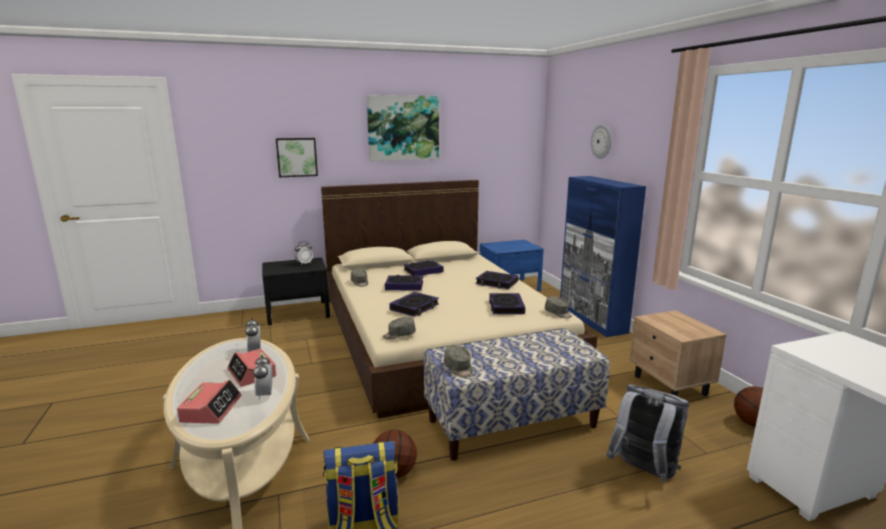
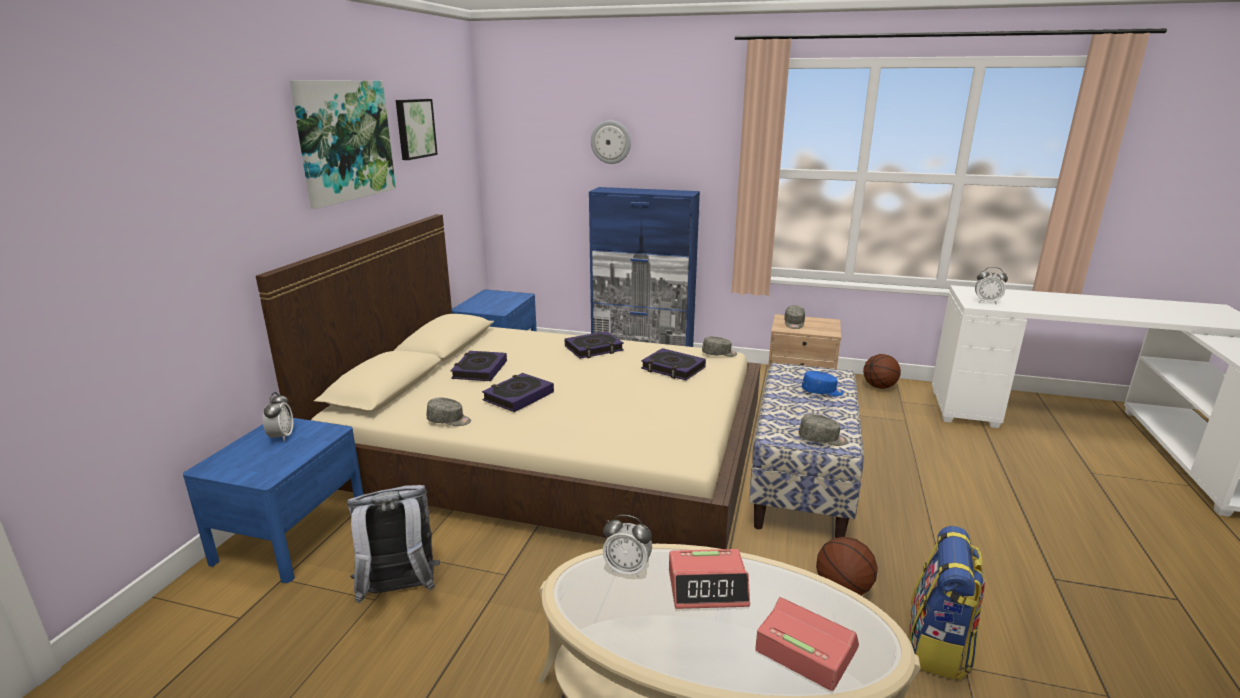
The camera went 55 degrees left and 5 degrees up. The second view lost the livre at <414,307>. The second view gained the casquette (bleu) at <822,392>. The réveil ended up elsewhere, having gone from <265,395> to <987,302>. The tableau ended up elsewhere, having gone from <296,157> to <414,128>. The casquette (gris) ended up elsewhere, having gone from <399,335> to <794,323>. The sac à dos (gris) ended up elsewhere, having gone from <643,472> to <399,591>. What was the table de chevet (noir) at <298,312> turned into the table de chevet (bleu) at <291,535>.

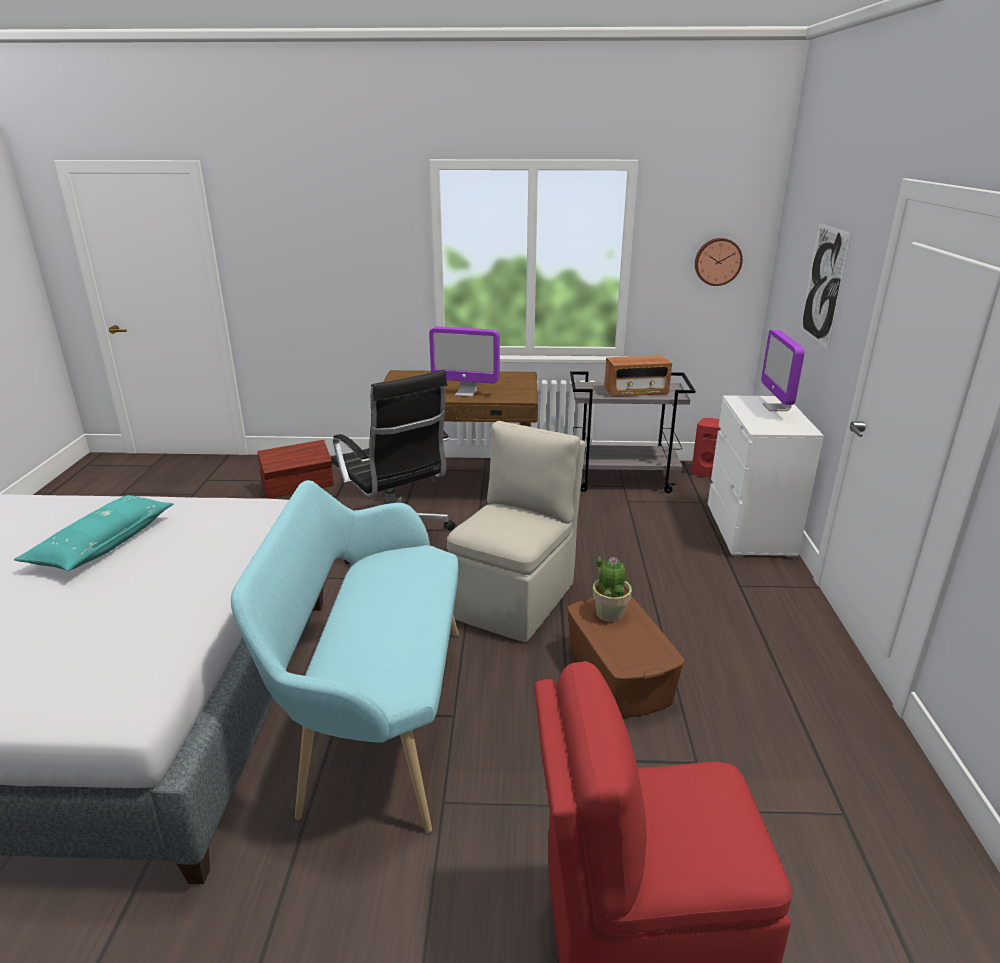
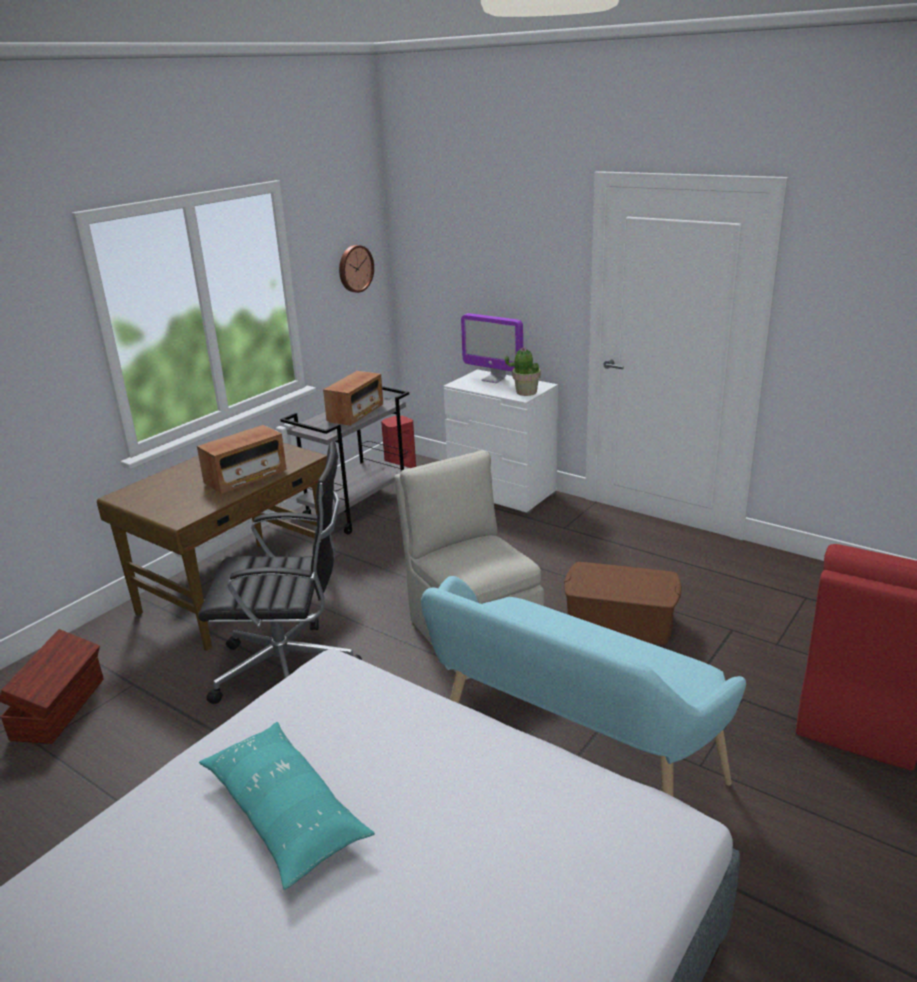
The camera went 55 degrees left and 0 degrees up. The second view lost the tableau at <823,284>. The plante en pot ended up elsewhere, having gone from <610,613> to <526,392>. Where the écran d'ordinateur stood at <466,393>, the radio came to stand at <246,477>.

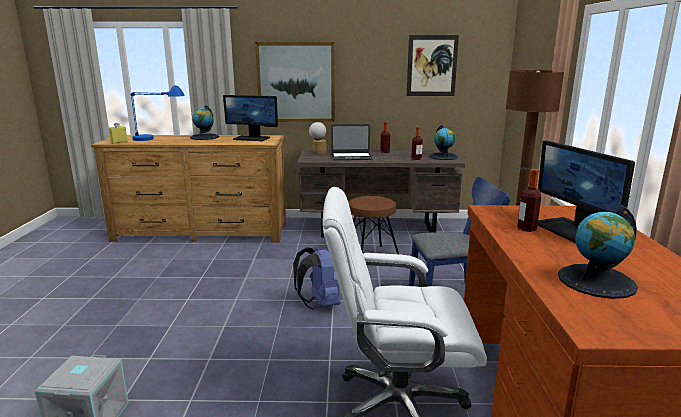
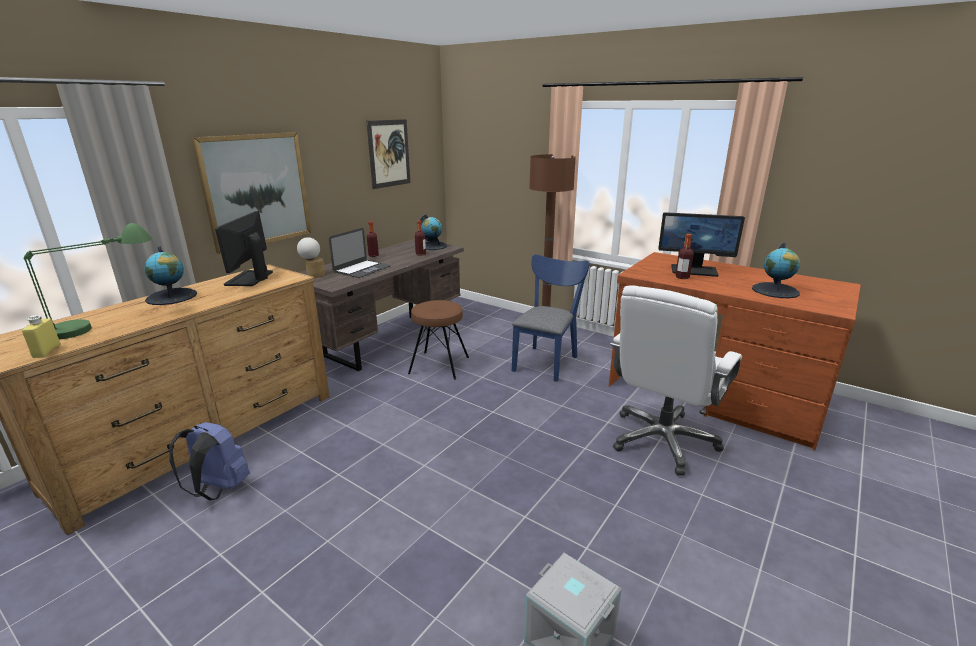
The camera went 55 degrees left and 5 degrees up. The sac à dos (bleu) ended up elsewhere, having gone from <319,304> to <217,489>. What was the lampe de table (bleu) at <159,139> turned into the lampe de table (vert) at <108,323>. The écran d'ordinateur at <252,138> ended up facing another way, 135 degrees clockwise from before.

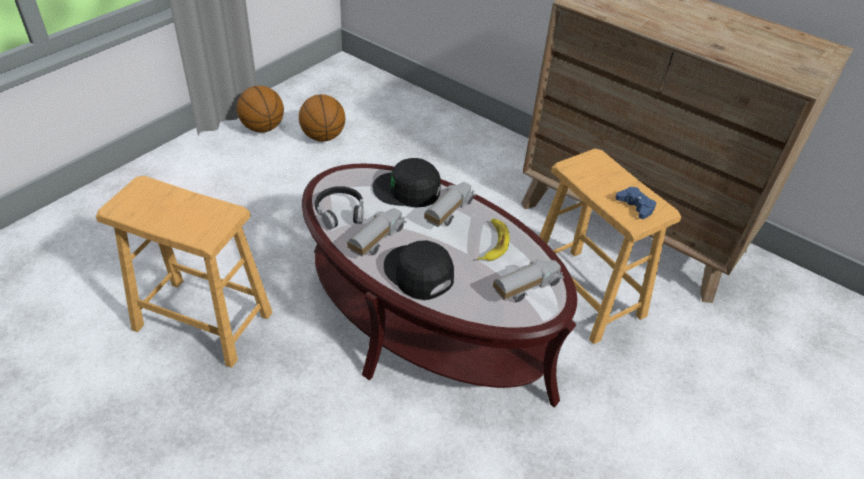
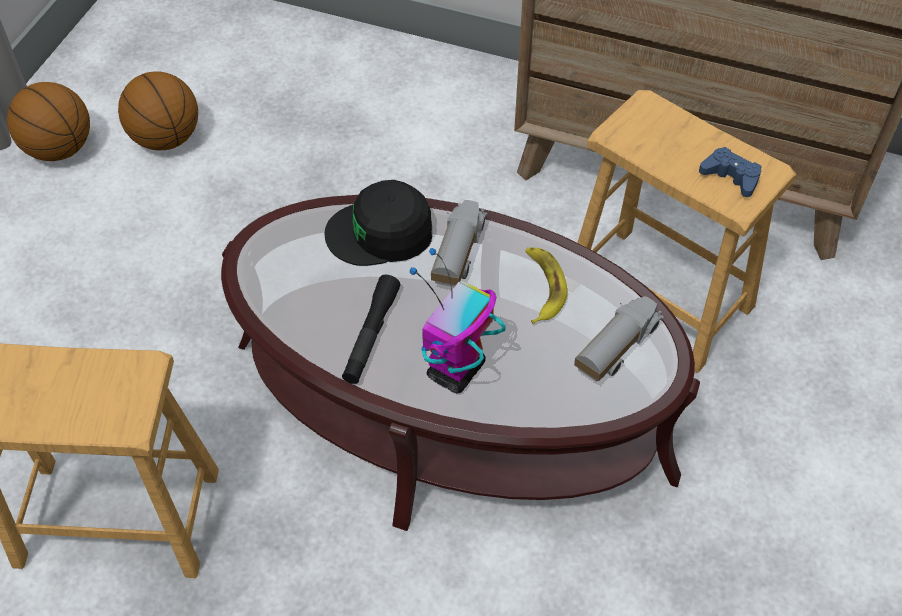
The camera went 15 degrees left and 10 degrees up. The second view lost the casque audio (noir) at <340,212>. Where the camion jouet stood at <376,240>, the lampe de poche (noir) came to stand at <371,335>. Where the casquette (noir) stood at <418,273>, the robot jouet came to stand at <455,372>.

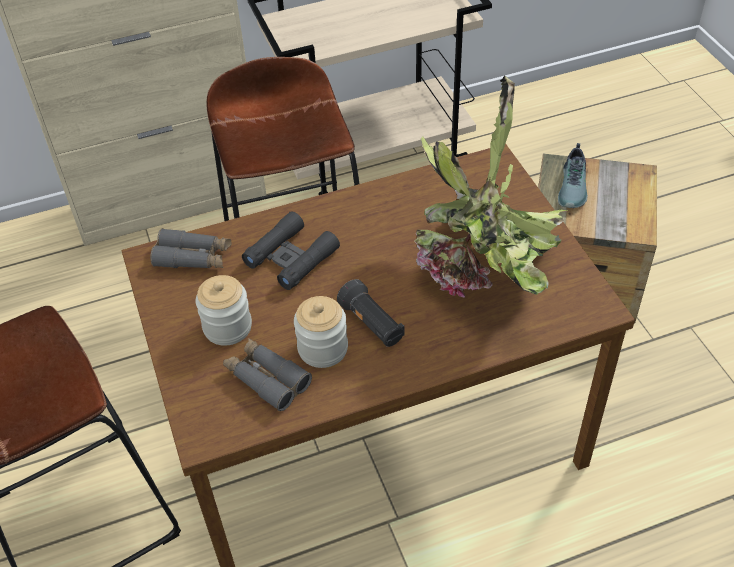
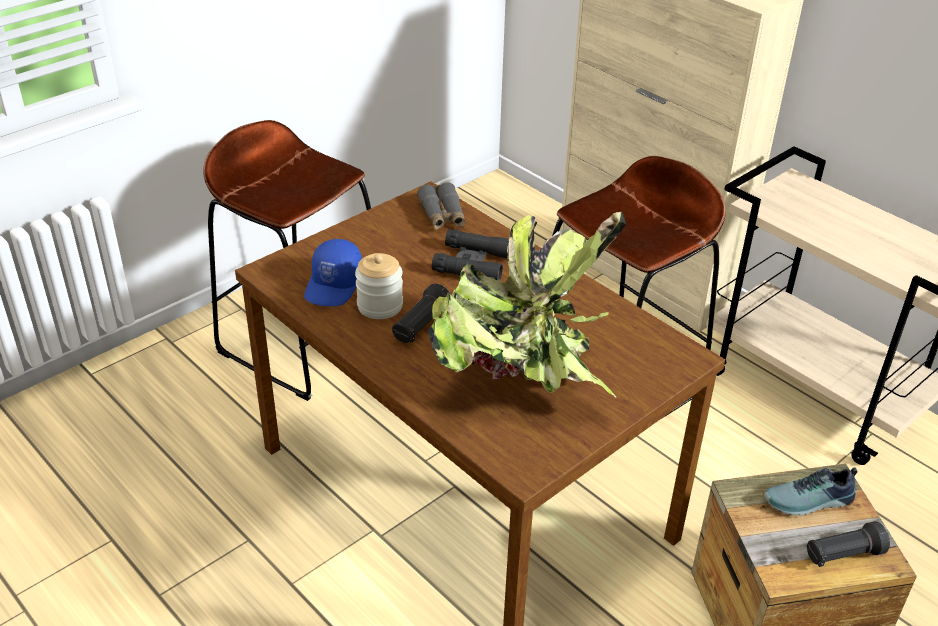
The camera went 65 degrees right and 10 degrees down. The second view lost the bocal at <227,327>. The second view gained the lampe de poche (noir) at <842,555>. Where the jumelles (gris) stood at <267,379>, the casquette (bleu) came to stand at <334,285>.

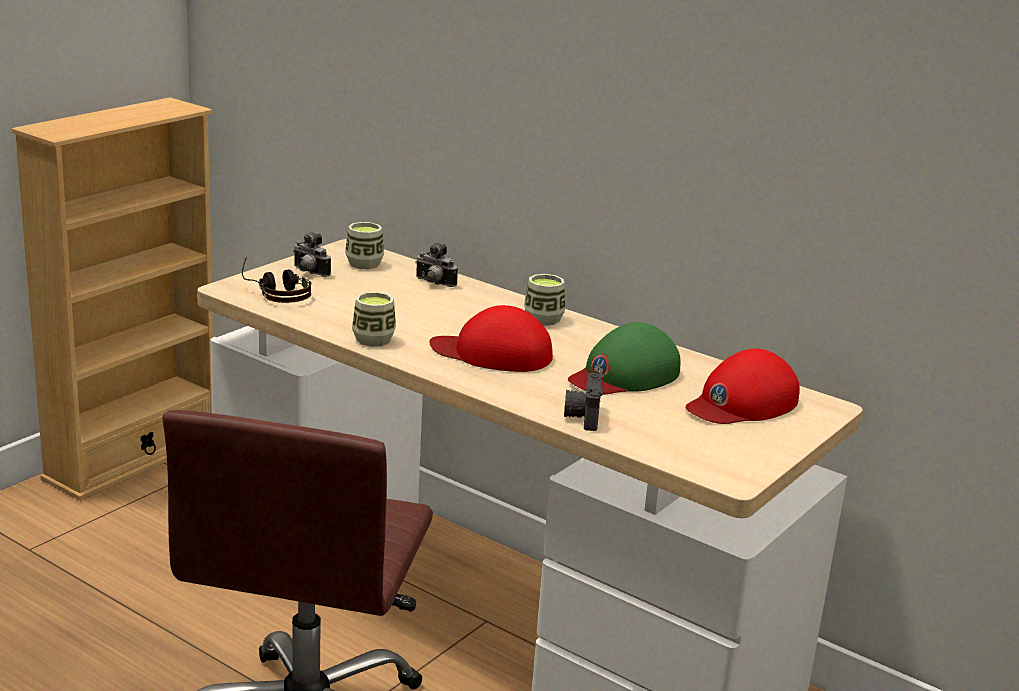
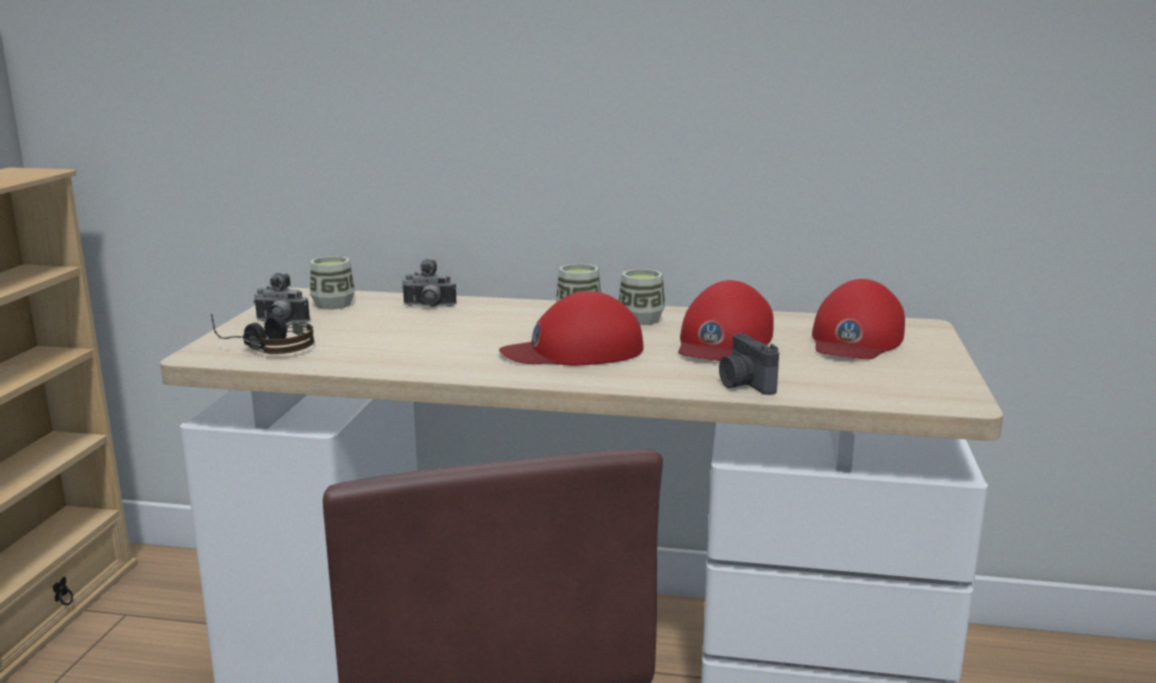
The camera went 25 degrees left and 5 degrees down. The tasse ended up elsewhere, having gone from <373,339> to <641,319>. What was the casquette (vert) at <624,375> turned into the casquette (rouge) at <723,341>.

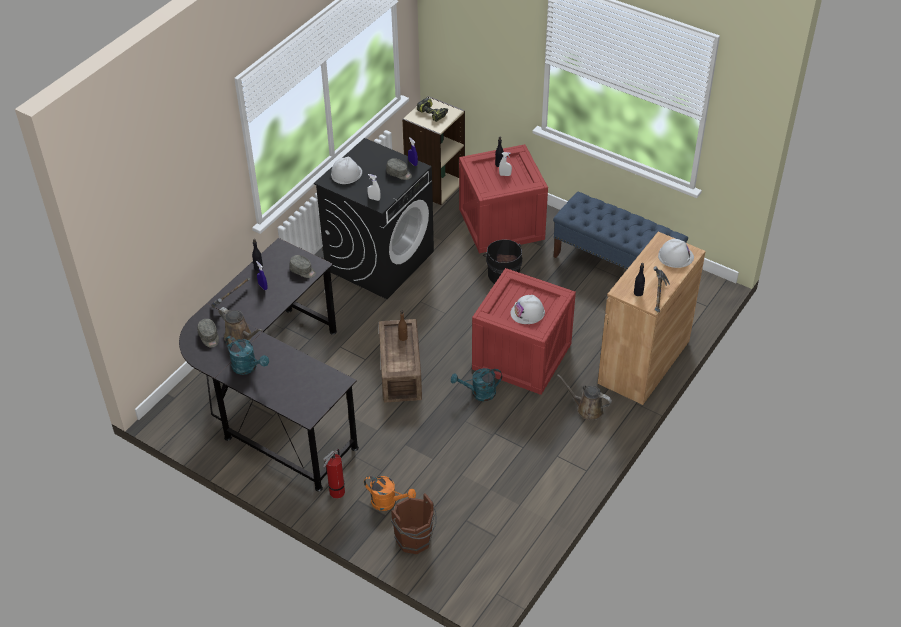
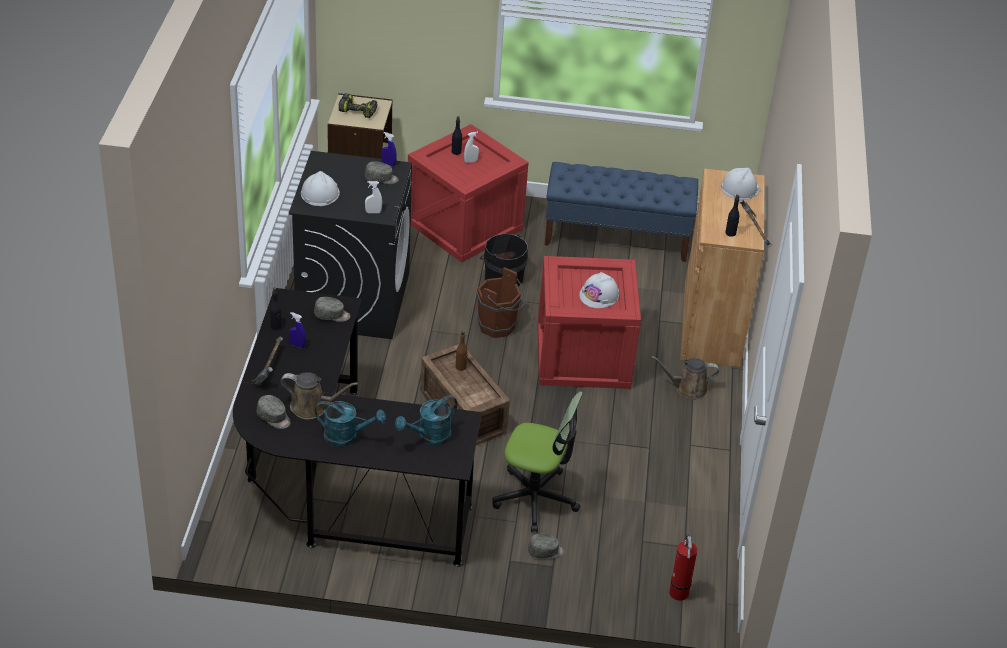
The camera went 30 degrees left and 5 degrees down. The second view gained the chaise de bureau at <535,498>. The extincteur ended up elsewhere, having gone from <336,493> to <678,595>. The seau (marron) ended up elsewhere, having gone from <415,542> to <499,327>. The arrosoir (turquoise) ended up elsewhere, having gone from <479,393> to <429,437>. Where the arrosoir (orange) stood at <388,502>, the casquette (gris) came to stand at <546,551>.

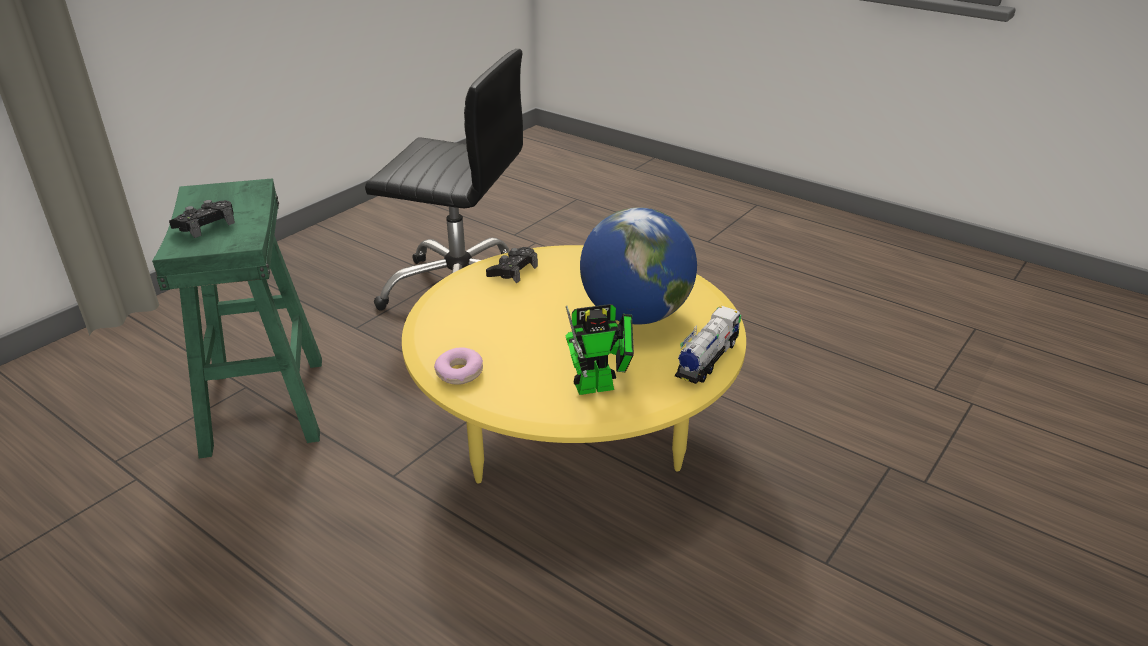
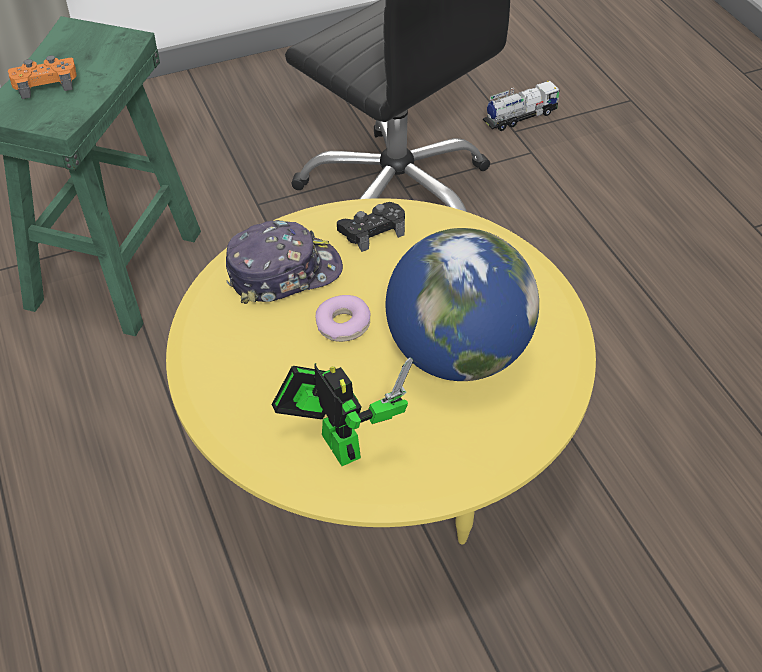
The camera went 30 degrees right and 15 degrees up. The second view gained the casquette at <283,273>. The beignet ended up elsewhere, having gone from <459,373> to <343,324>. The camion jouet ended up elsewhere, having gone from <707,359> to <520,117>. What was the manette (noir) at <205,225> turned into the manette (orange) at <45,83>. The robot jouet at <601,386> ended up facing another way, 135 degrees counterclockwise from before.

